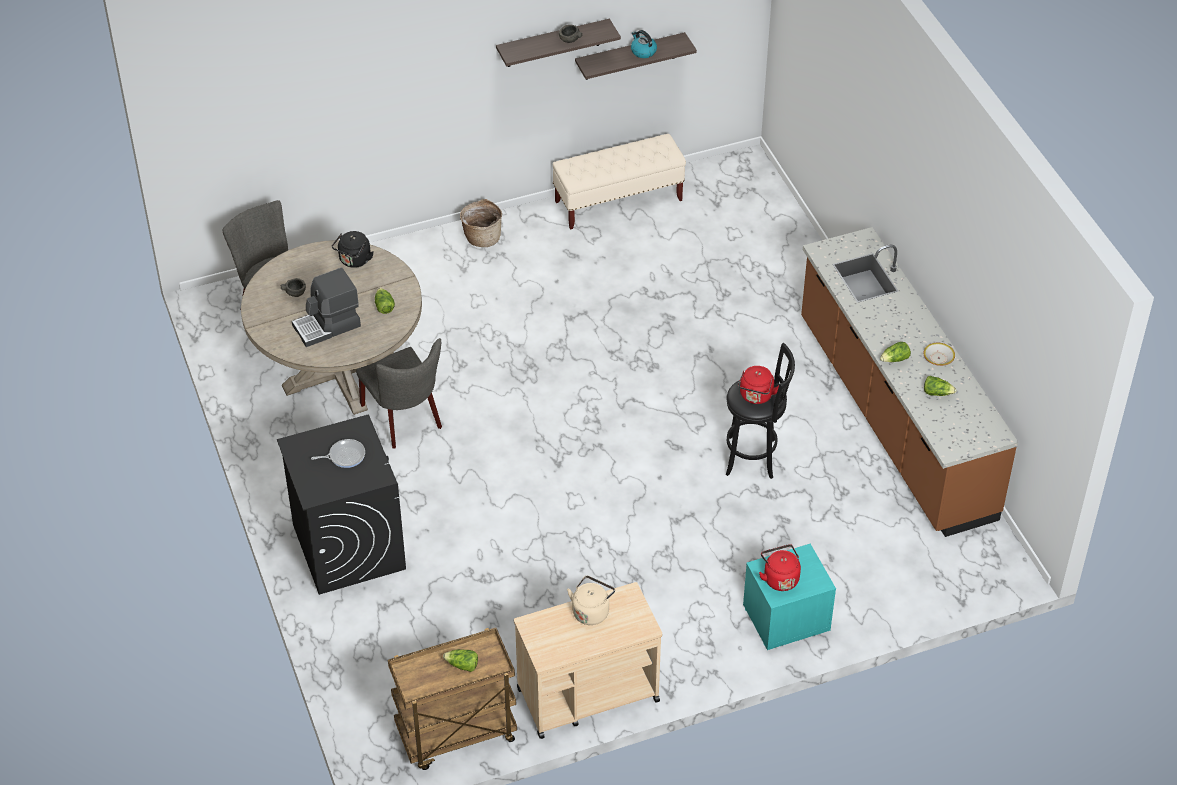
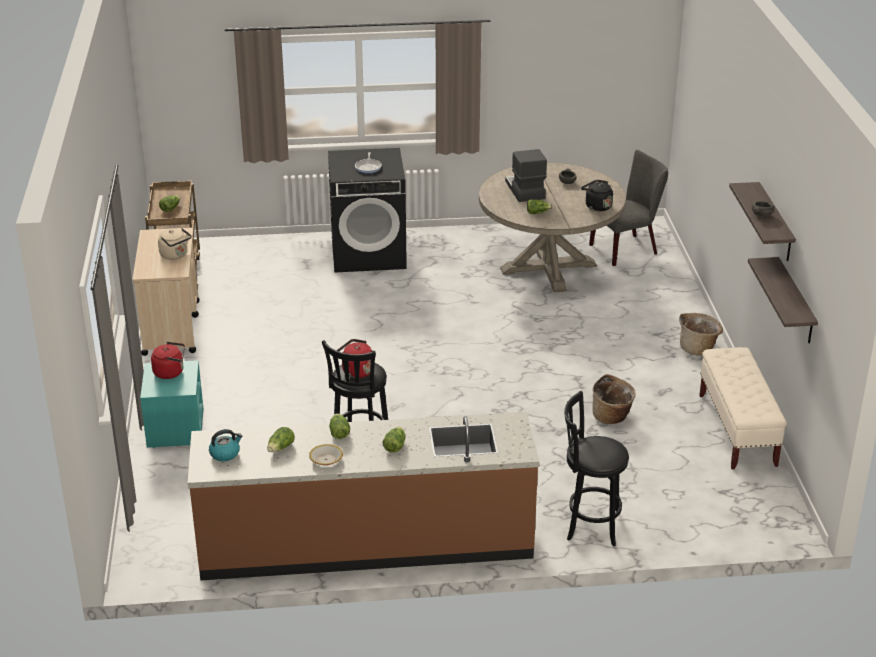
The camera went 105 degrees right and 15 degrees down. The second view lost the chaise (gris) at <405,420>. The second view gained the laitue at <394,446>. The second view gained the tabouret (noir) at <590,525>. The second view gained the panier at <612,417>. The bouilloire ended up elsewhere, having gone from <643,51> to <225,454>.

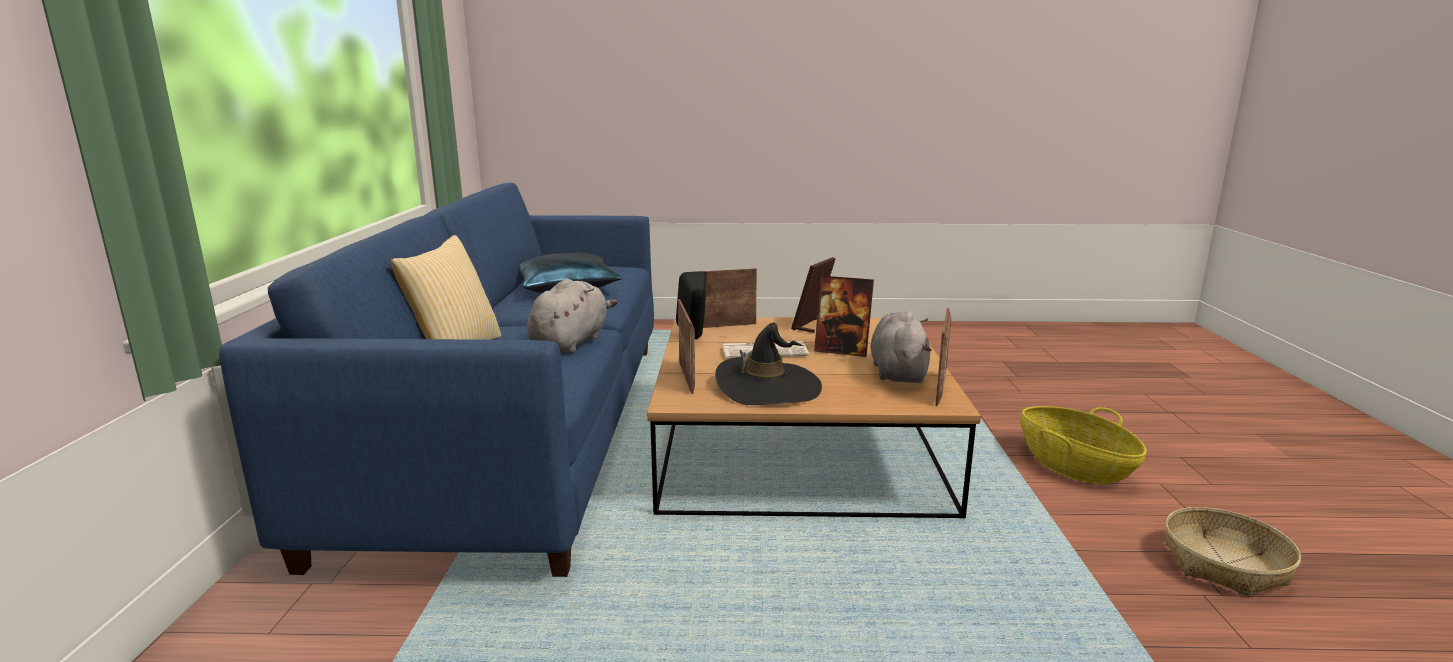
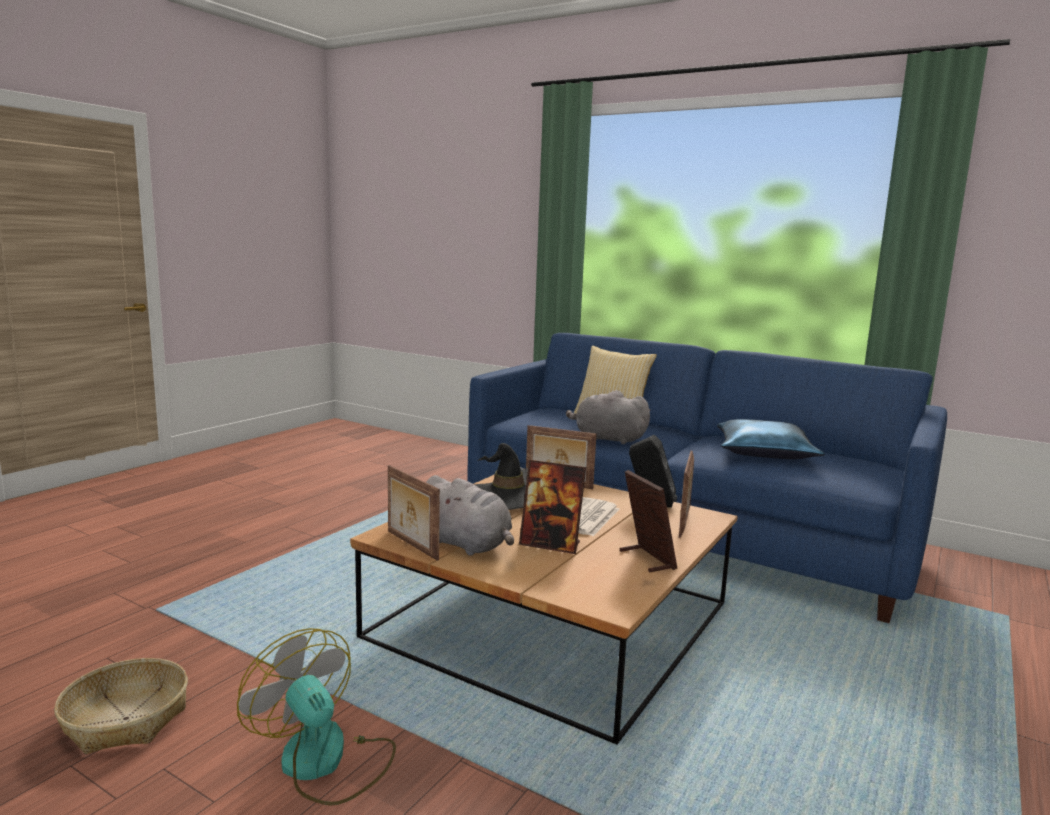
The camera went 120 degrees right and 5 degrees down. Where the panier stood at <1074,466>, the ventilateur came to stand at <324,762>. The peluche (gris) at <571,342> ended up facing another way, 150 degrees clockwise from before. The cadre photo at <842,351> ended up facing another way, 120 degrees counterclockwise from before.

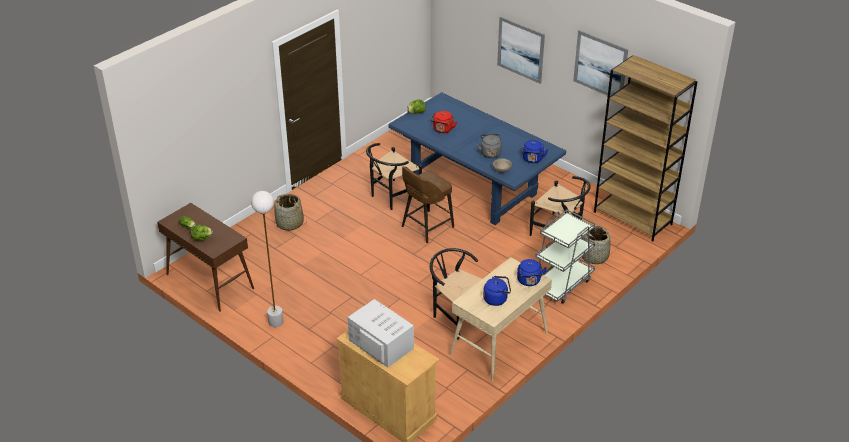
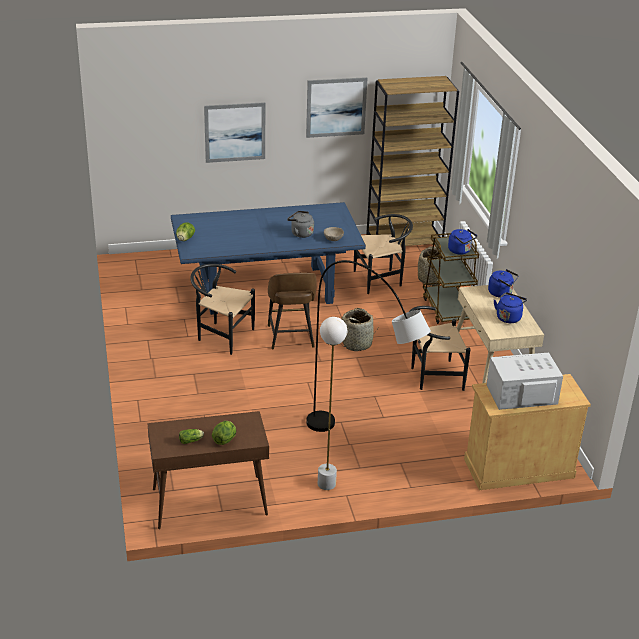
The camera went 55 degrees left and 5 degrees down. The second view lost the bouilloire (rouge) at <443,130>. The second view gained the lampadaire (gris) at <362,446>. The panier ended up elsewhere, having gone from <290,223> to <357,343>. The bouilloire (bleu) ended up elsewhere, having gone from <532,160> to <460,251>. What was the chariot (gris) at <561,283> turned into the chariot (marron) at <447,309>. The chaise (noir) at <391,197> ended up facing another way, 120 degrees clockwise from before.

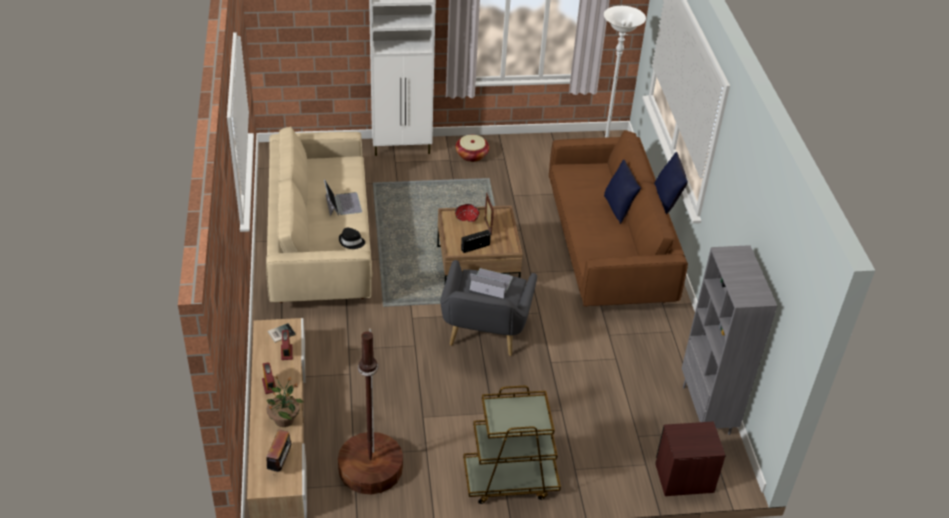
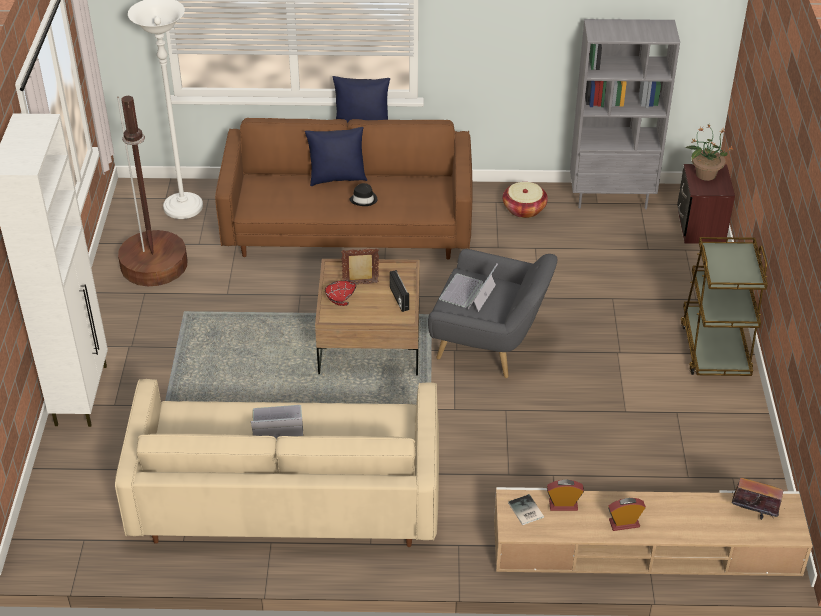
The camera went 80 degrees left and 0 degrees up. The plante en pot ended up elsewhere, having gone from <284,419> to <705,174>. The lampadaire (marron) ended up elsewhere, having gone from <370,468> to <154,265>. The chapeau (noir) ended up elsewhere, having gone from <351,242> to <364,199>. The panier ended up elsewhere, having gone from <472,155> to <524,209>.

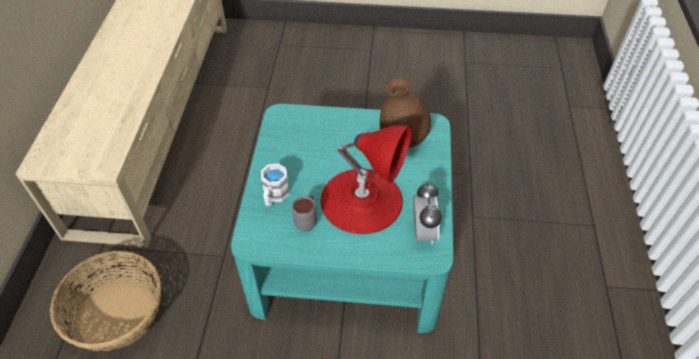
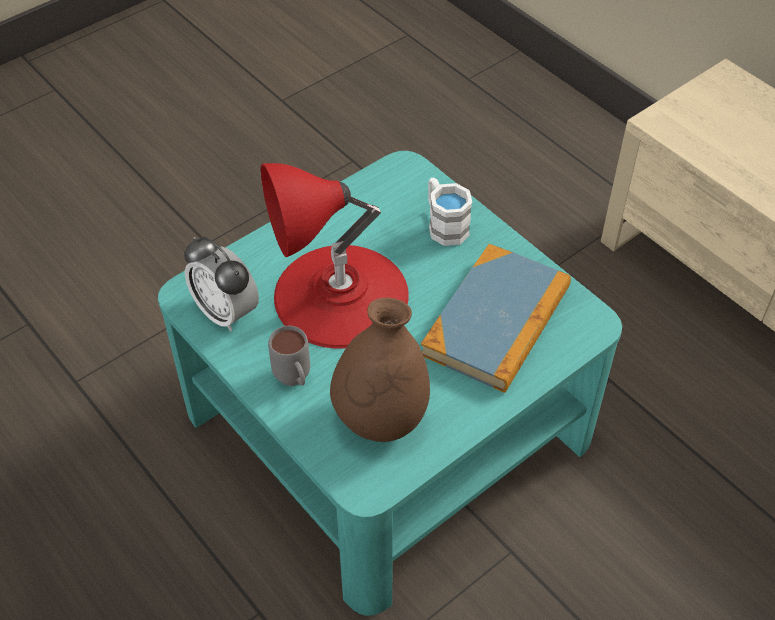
The camera went 135 degrees right and 0 degrees up. The second view lost the panier at <116,313>. The second view gained the livre at <496,321>. The mug (gris) ended up elsewhere, having gone from <307,221> to <294,381>.

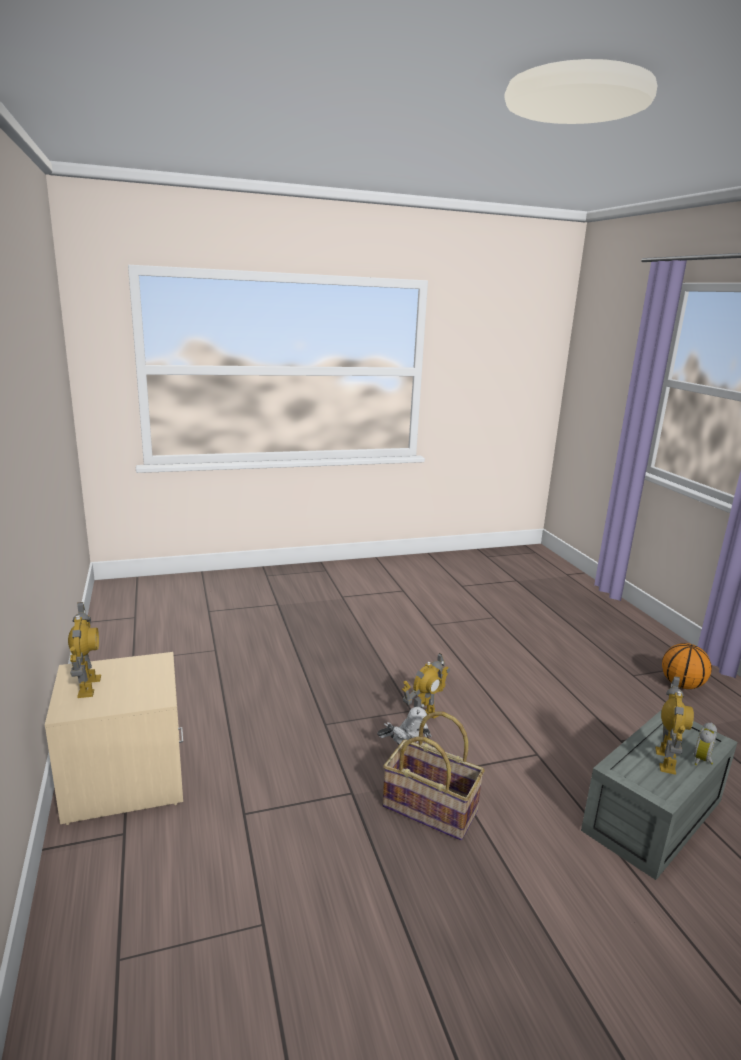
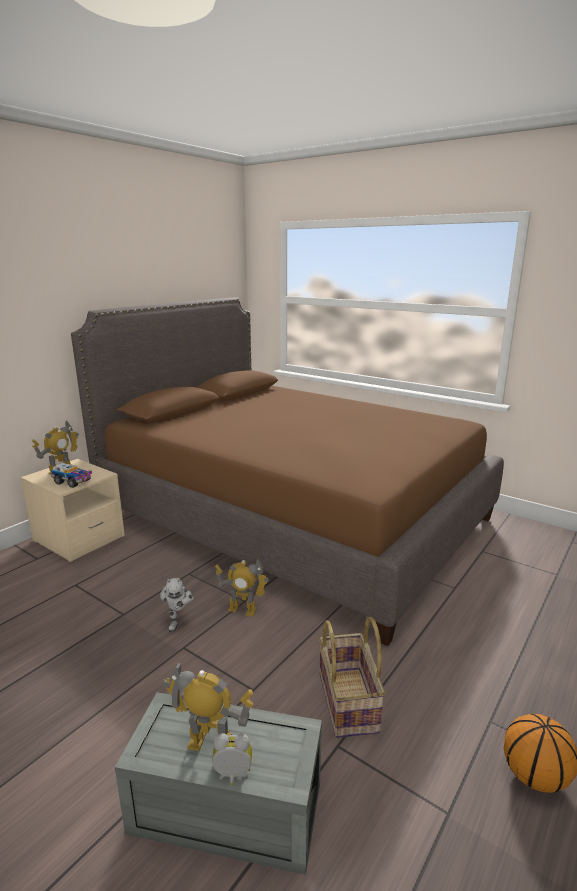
The camera went 55 degrees right and 0 degrees up. The second view gained the camion jouet at <73,482>. The second view gained the lit (marron) at <293,516>. The panier ended up elsewhere, having gone from <431,808> to <349,702>. The robot jouet at <666,760> ended up facing another way, 150 degrees counterclockwise from before.

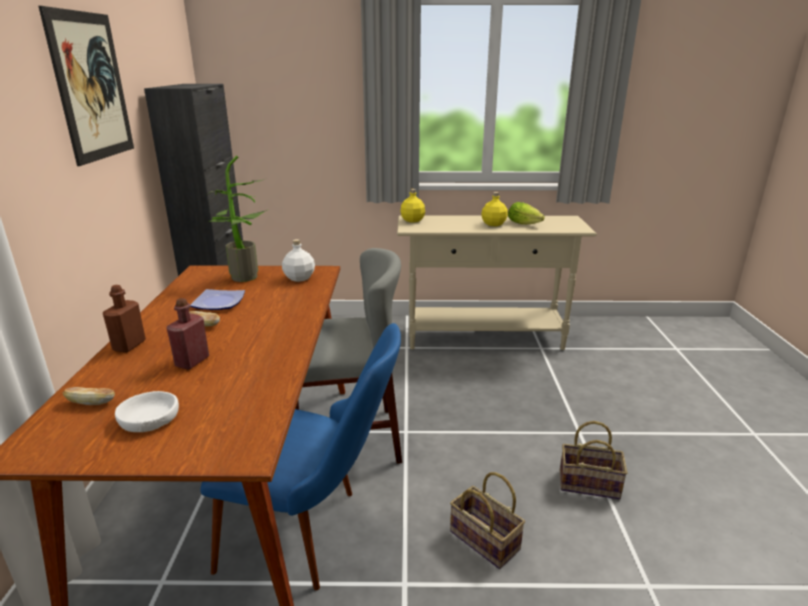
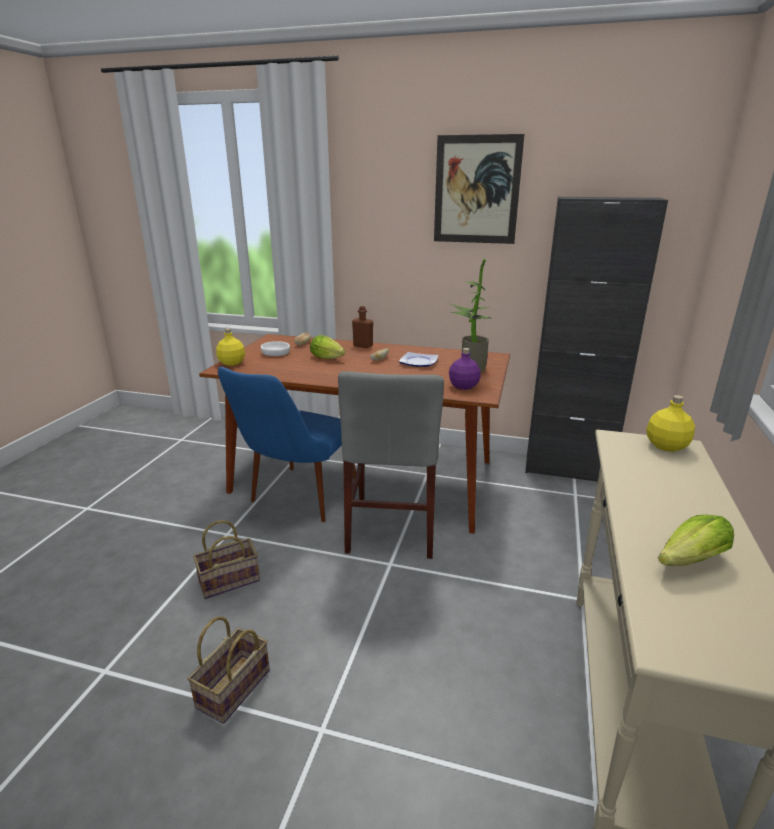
The camera went 105 degrees right and 0 degrees up. The bouteille (jaune) ended up elsewhere, having gone from <493,224> to <231,363>. Where the bouteille (rouge) stood at <192,361>, the laitue came to stand at <328,358>. What was the bouteille (blanc) at <299,278> turned into the bouteille (violet) at <464,386>.

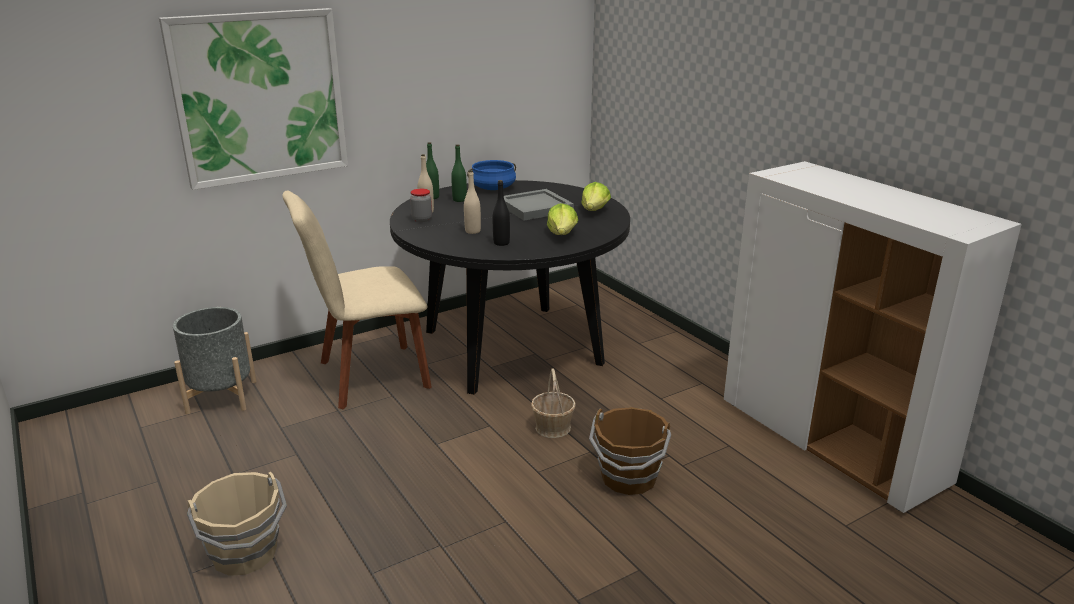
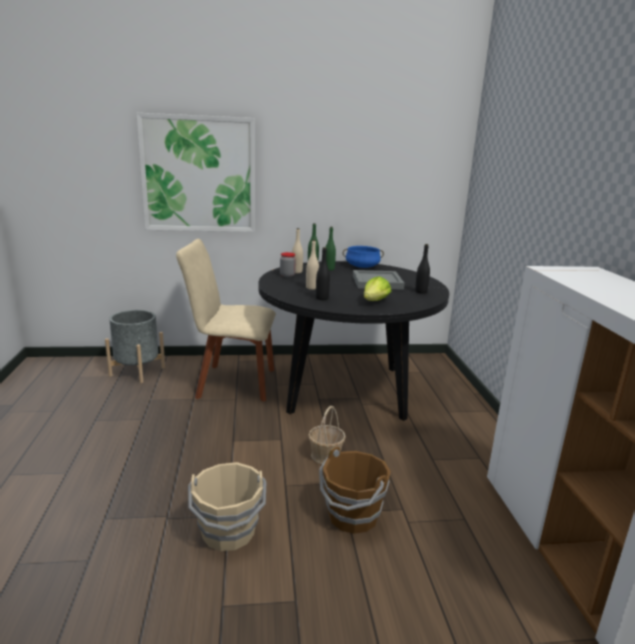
The camera went 25 degrees right and 5 degrees down. The seau (beige) ended up elsewhere, having gone from <246,554> to <228,533>. Where the laitue stood at <594,211>, the bouteille (noir) came to stand at <421,292>.

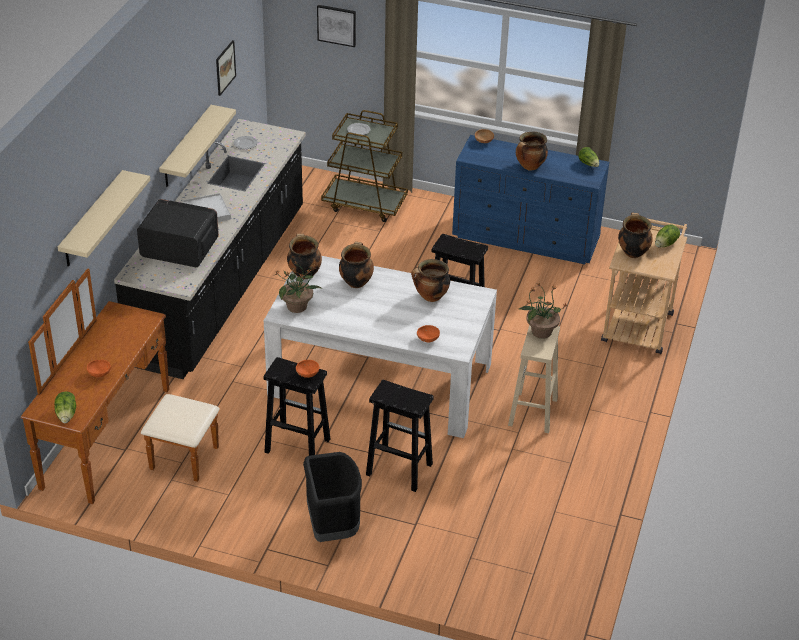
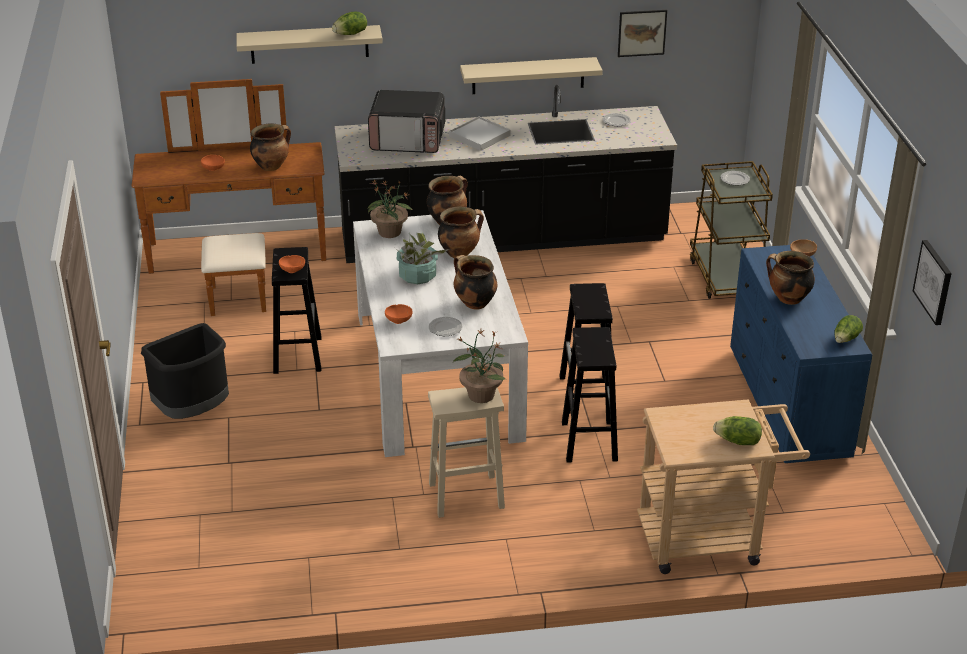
The camera went 65 degrees right and 5 degrees down. The second view gained the plante en pot at <417,275>. The second view gained the assiette at <445,328>. The laitue ended up elsewhere, having gone from <67,414> to <351,34>. The tableau ended up elsewhere, having gone from <337,25> to <934,282>. The tabouret (noir) ended up elsewhere, having gone from <398,469> to <589,440>. The marmite ended up elsewhere, having gone from <632,252> to <271,166>. The micro-ondes at <179,248> ended up facing another way, 105 degrees clockwise from before.

